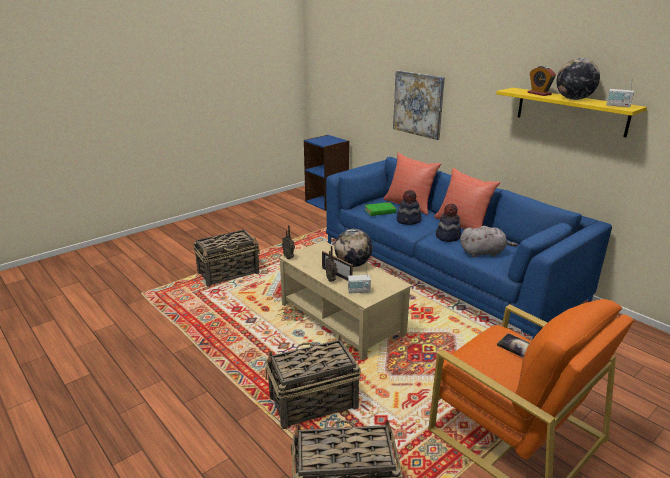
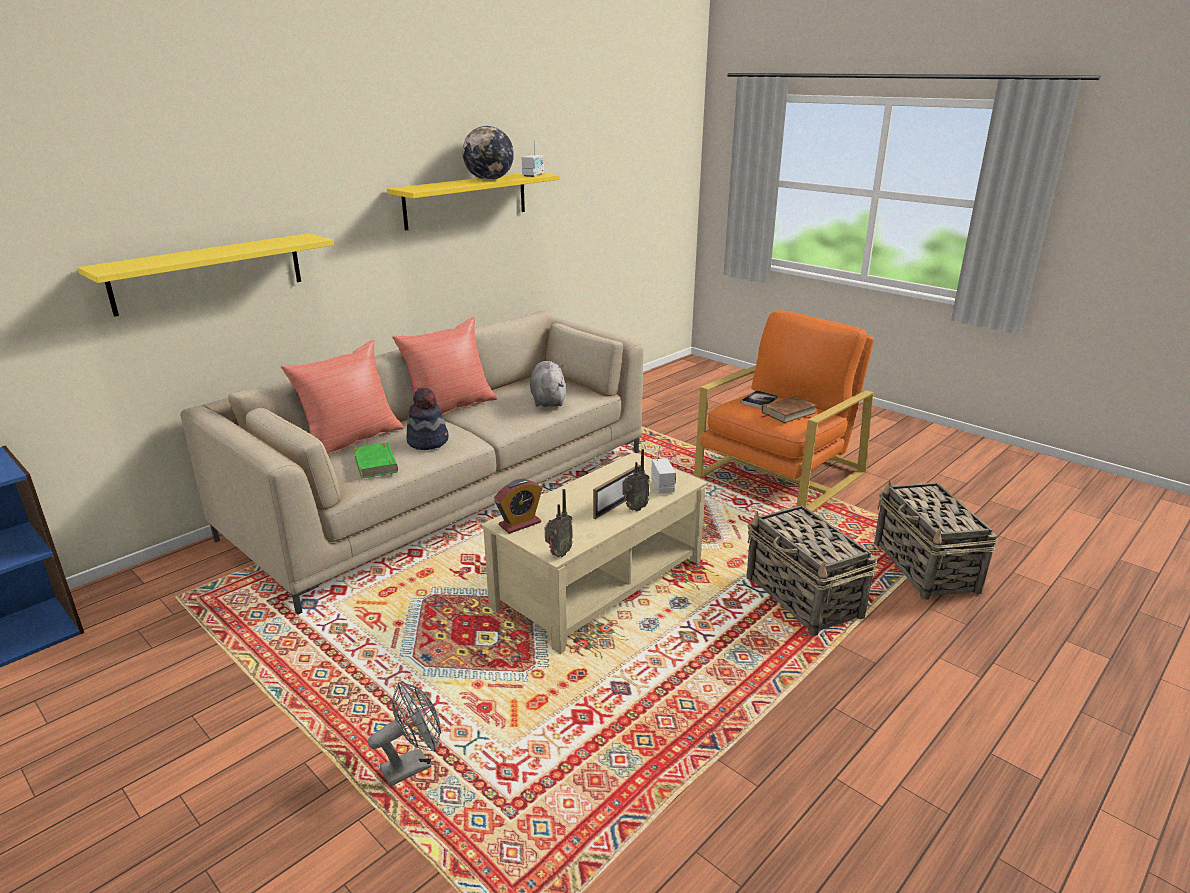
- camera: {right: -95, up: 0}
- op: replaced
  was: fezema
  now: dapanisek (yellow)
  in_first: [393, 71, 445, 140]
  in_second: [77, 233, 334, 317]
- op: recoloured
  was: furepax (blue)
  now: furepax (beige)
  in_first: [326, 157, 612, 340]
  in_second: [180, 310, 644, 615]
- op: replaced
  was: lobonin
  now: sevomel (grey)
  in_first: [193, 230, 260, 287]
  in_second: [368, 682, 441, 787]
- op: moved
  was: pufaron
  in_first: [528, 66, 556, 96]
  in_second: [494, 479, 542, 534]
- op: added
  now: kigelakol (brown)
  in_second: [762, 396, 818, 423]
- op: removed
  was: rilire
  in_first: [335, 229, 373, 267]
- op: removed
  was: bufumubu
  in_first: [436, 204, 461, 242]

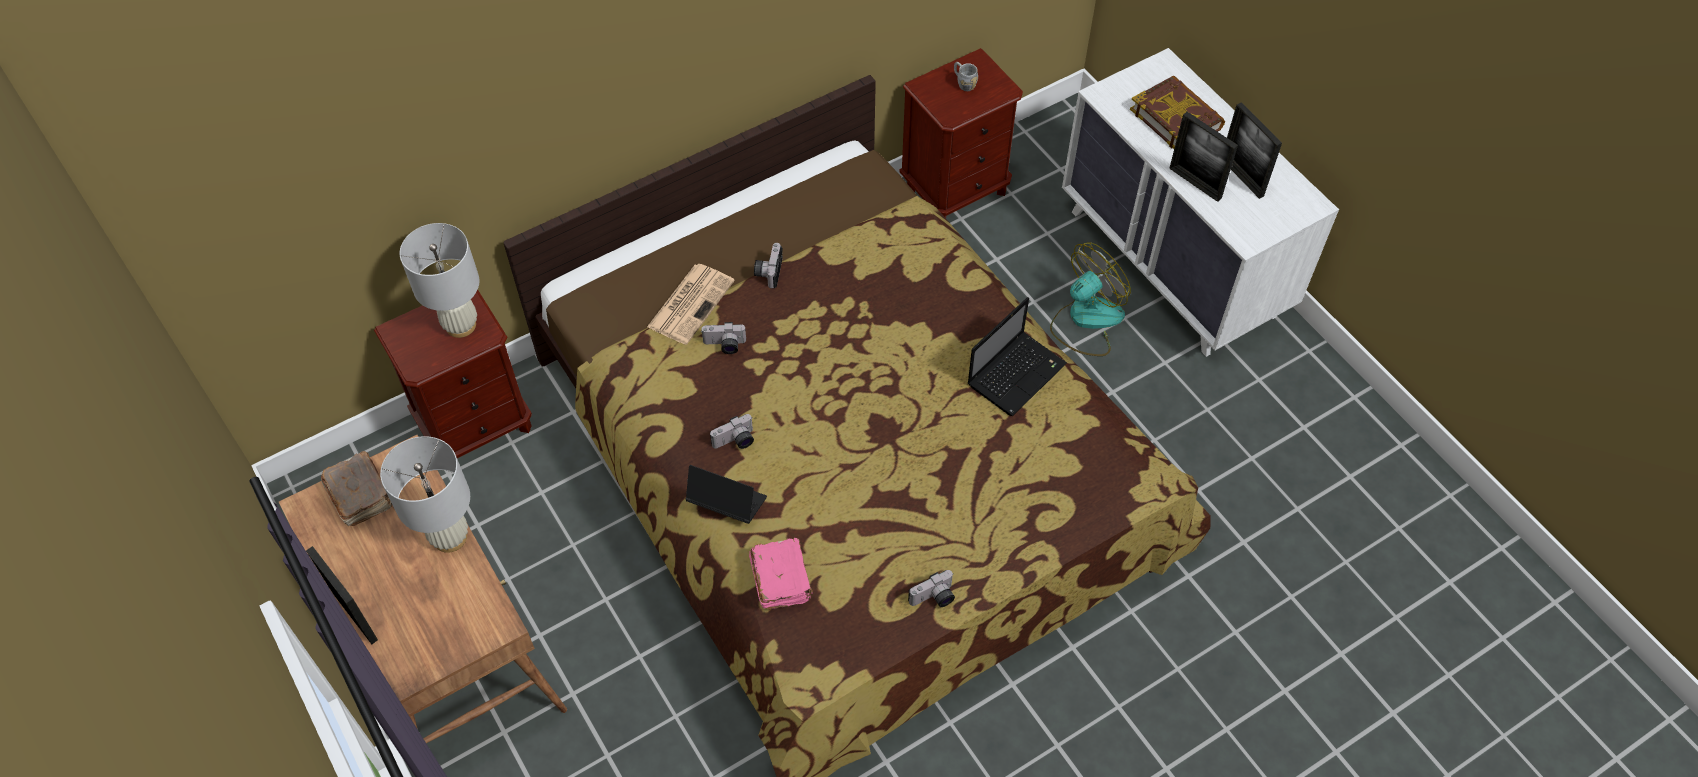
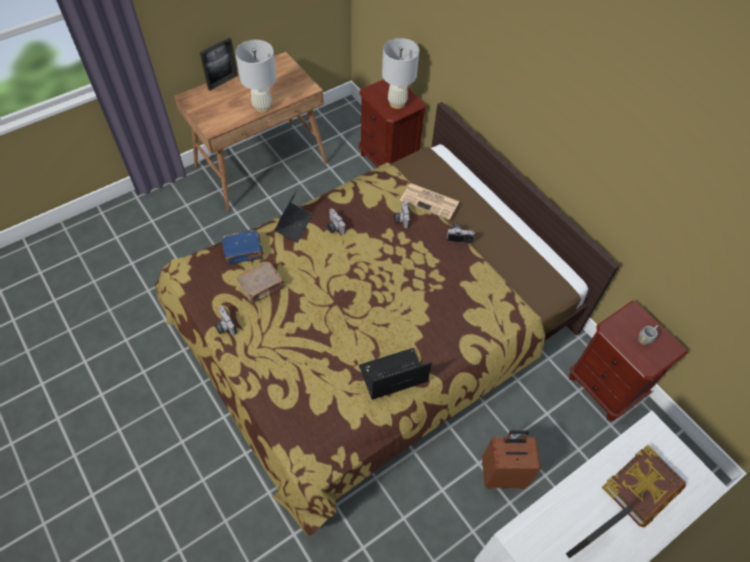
- camera: {right: 85, up: 0}
- op: recoloured
  was: kigelakol (pink)
  now: kigelakol (blue)
  in_first: [749, 538, 813, 609]
  in_second: [222, 230, 263, 264]
- op: moved
  was: kigelakol (brown)
  in_first: [321, 451, 392, 526]
  in_second: [237, 262, 285, 303]
- op: turned
  was: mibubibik
  in_first: [968, 297, 1067, 416]
  in_second: [359, 348, 432, 400]
  clockwise: 120
- op: replaced
  was: sevomel
  now: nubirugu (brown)
  in_first: [1050, 242, 1131, 356]
  in_second: [482, 430, 541, 489]
- op: removed
  was: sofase
  in_first: [1169, 112, 1238, 202]

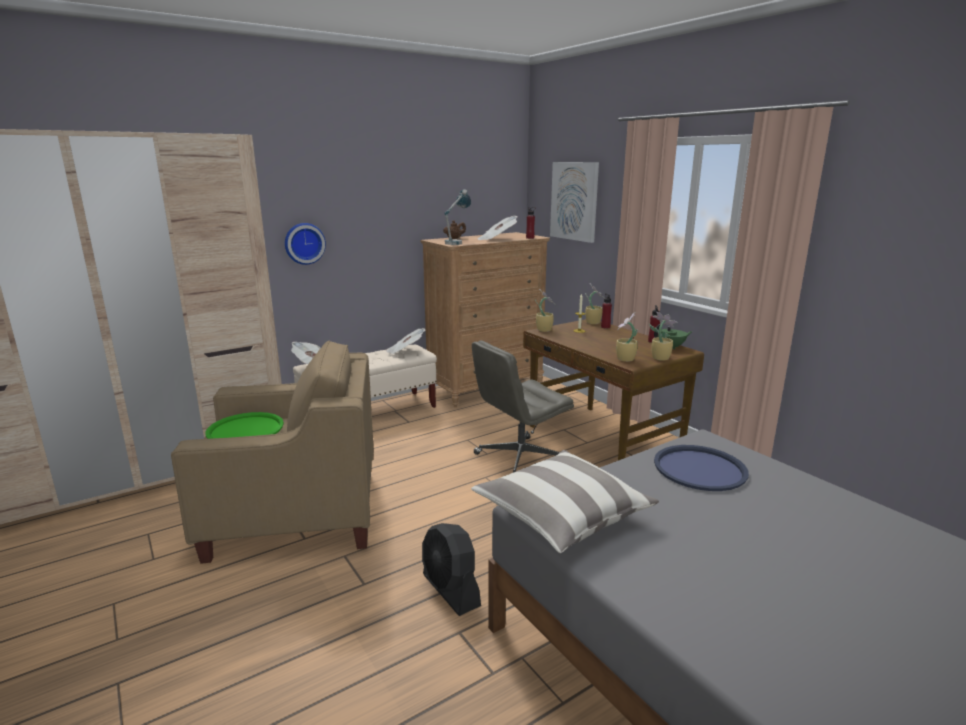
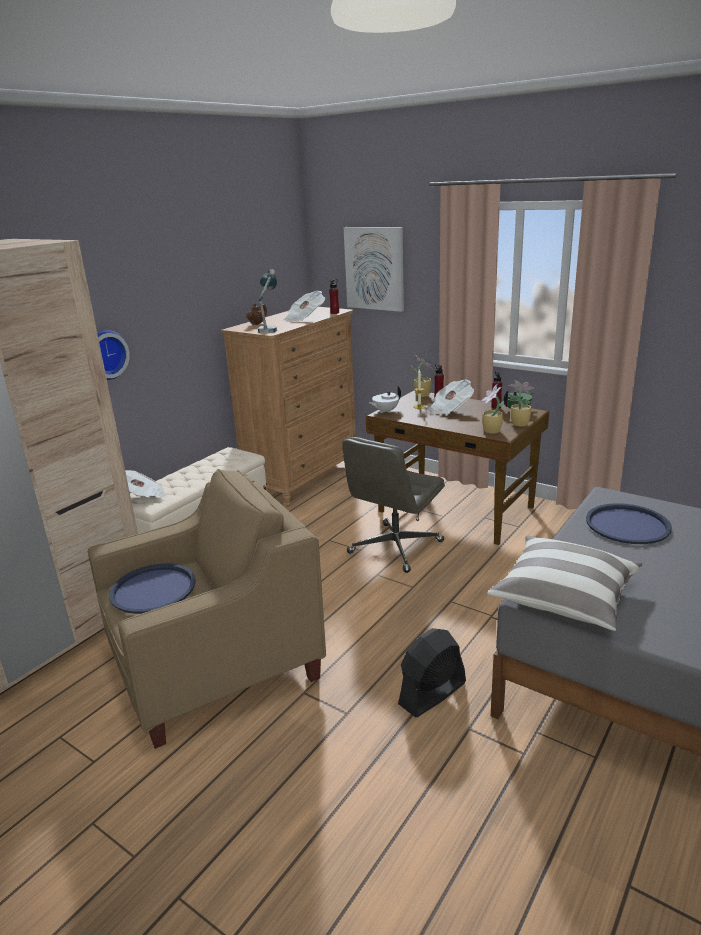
- camera: {right: -20, up: 5}
- op: recoloured
  was: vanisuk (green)
  now: vanisuk (blue)
  in_first: [205, 412, 284, 439]
  in_second: [109, 563, 196, 614]
- op: replaced
  was: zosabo
  now: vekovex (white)
  in_first: [535, 289, 555, 332]
  in_second: [368, 386, 401, 413]
- op: turned
  was: sevomel (black)
  in_first: [422, 523, 481, 616]
  in_second: [398, 628, 466, 717]
  clockwise: 105
- op: moved
  was: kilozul
  in_first: [386, 328, 426, 354]
  in_second: [426, 380, 474, 415]

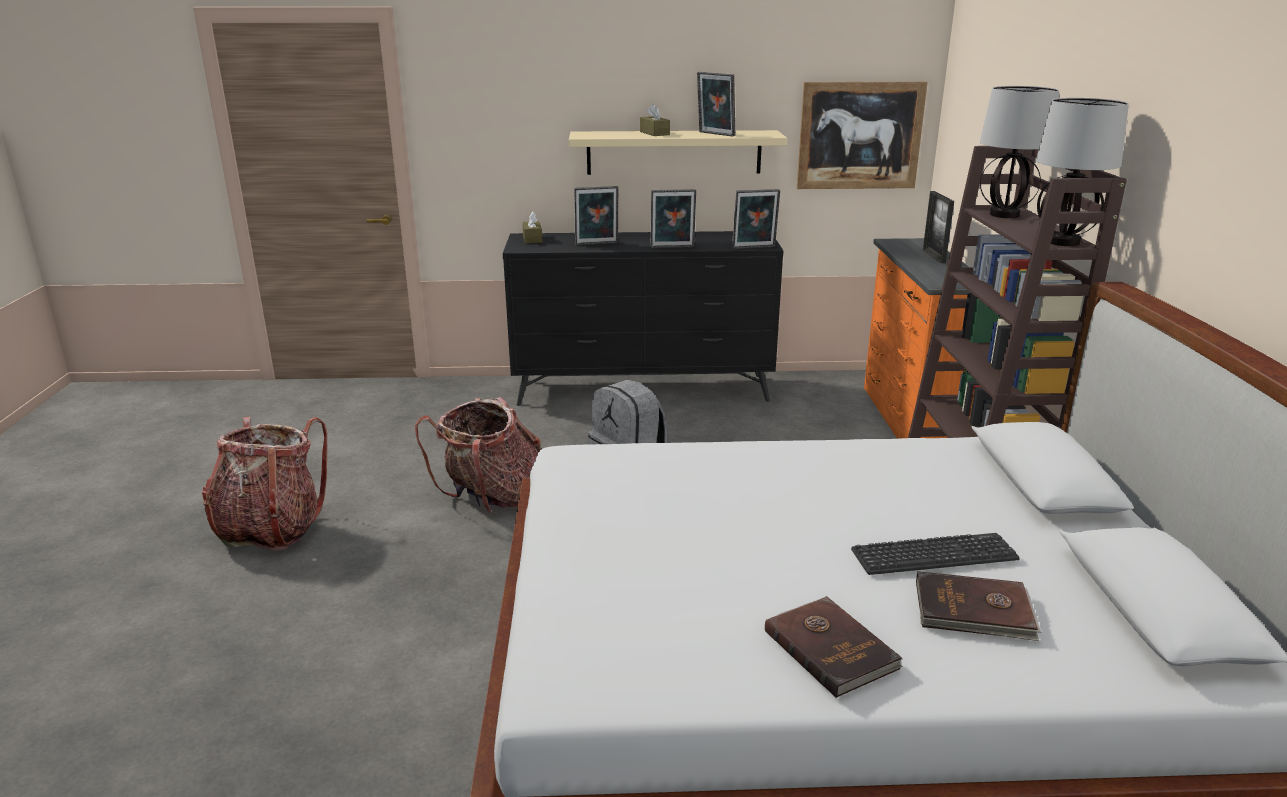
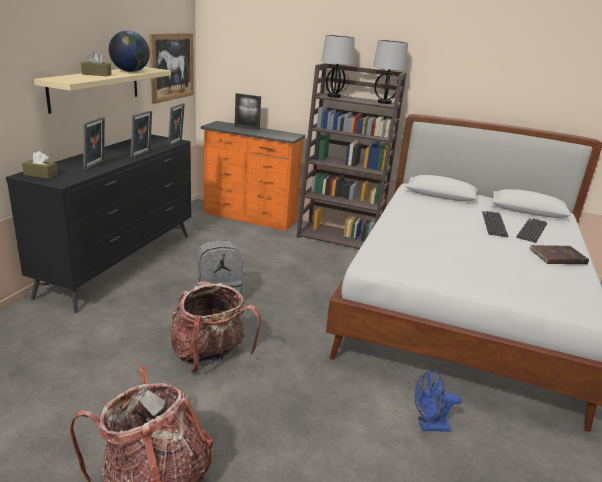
- camera: {right: -70, up: 0}
- op: replaced
  was: sofase
  now: rilire
  in_first: [697, 72, 735, 137]
  in_second: [109, 31, 150, 72]
- op: added
  now: sevomel (blue)
  in_second: [415, 369, 462, 432]
- op: replaced
  was: kigelakol (brown)
  now: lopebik
  in_first: [916, 571, 1042, 641]
  in_second: [516, 218, 547, 243]

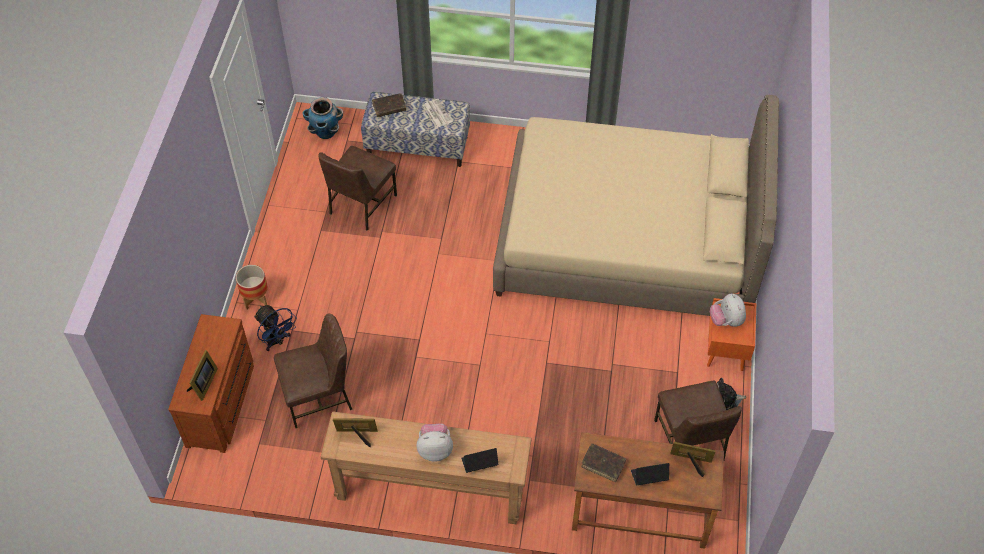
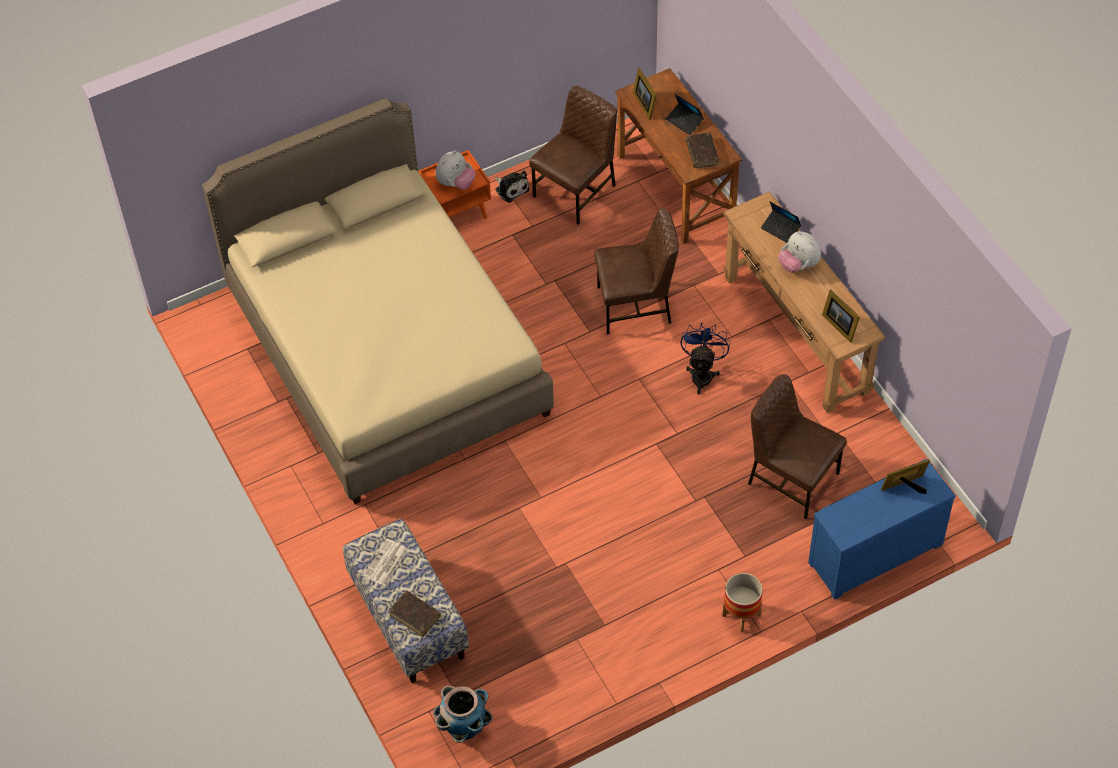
- camera: {right: -125, up: 0}
- op: moved
  was: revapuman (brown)
  in_first: [318, 146, 397, 231]
  in_second: [594, 208, 679, 335]
- op: moved
  was: sevomel (blue)
  in_first: [254, 305, 297, 351]
  in_second: [680, 322, 730, 395]
- op: recoloured
  was: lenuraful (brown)
  now: lenuraful (blue)
  in_first: [168, 314, 254, 453]
  in_second: [808, 459, 956, 599]

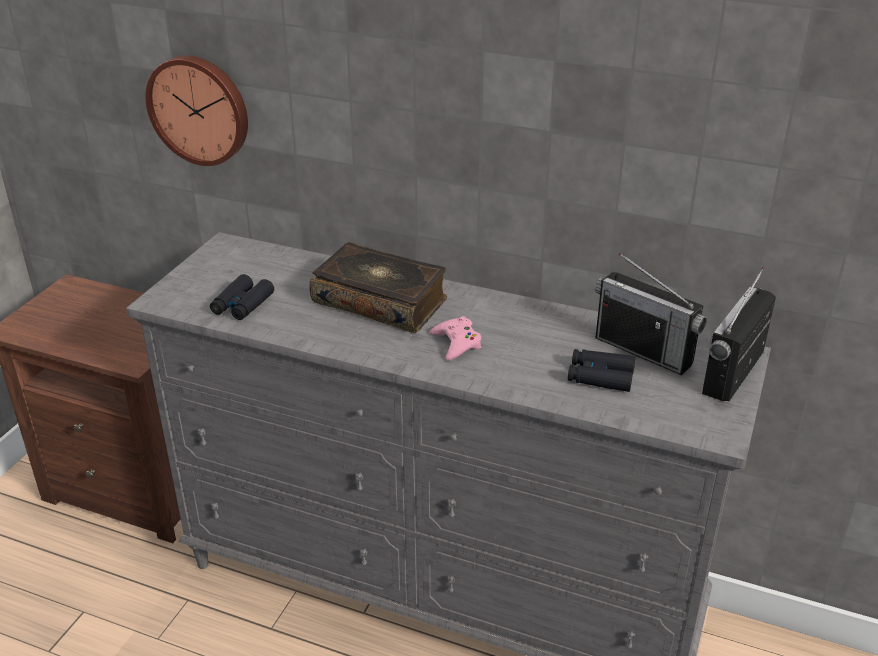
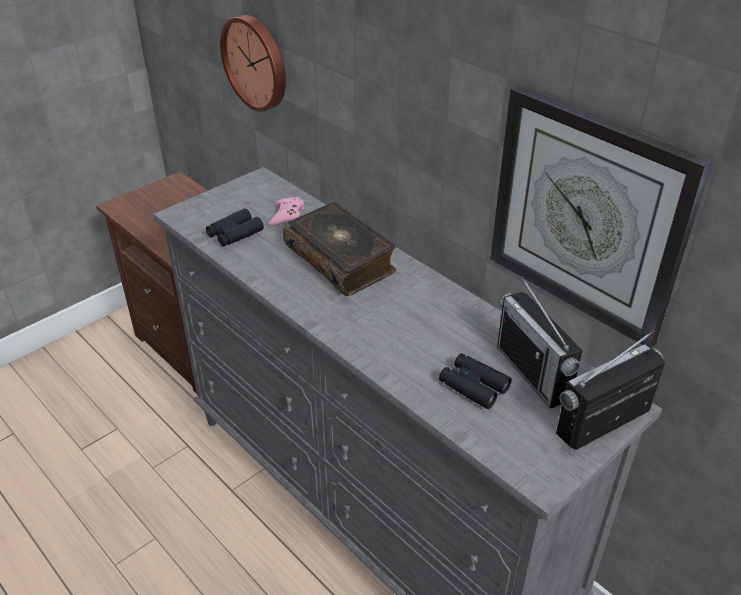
- camera: {right: 25, up: 5}
- op: moved
  was: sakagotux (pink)
  in_first: [430, 317, 481, 361]
  in_second: [268, 197, 304, 226]
- op: added
  now: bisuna
  in_second: [490, 85, 712, 348]

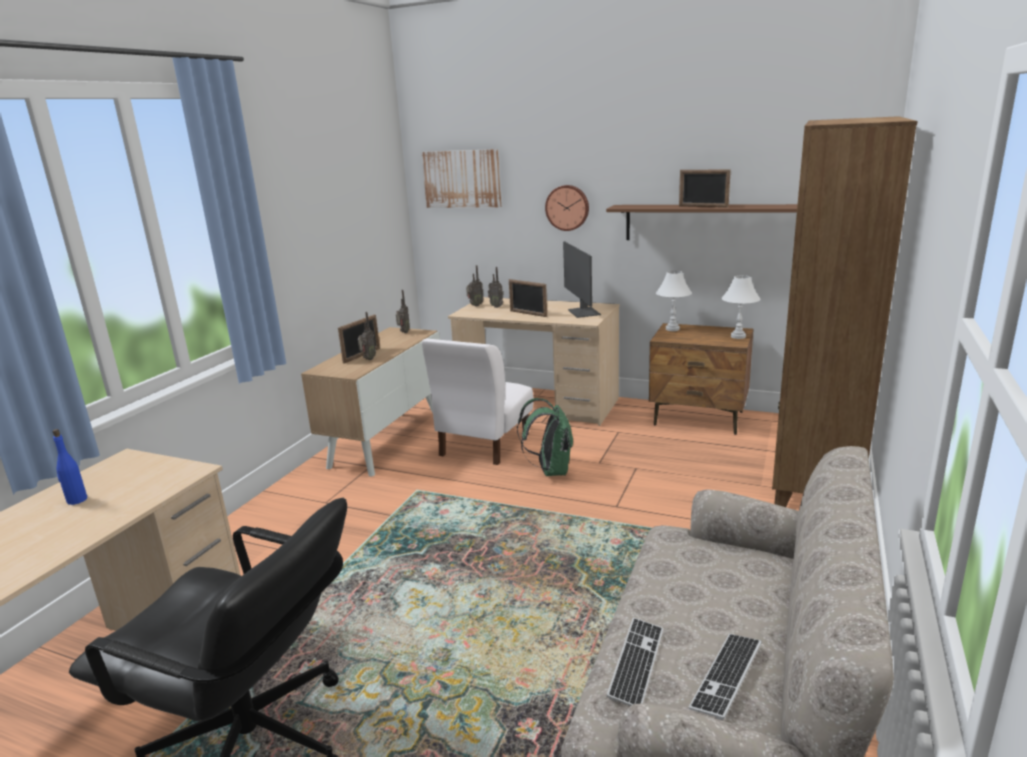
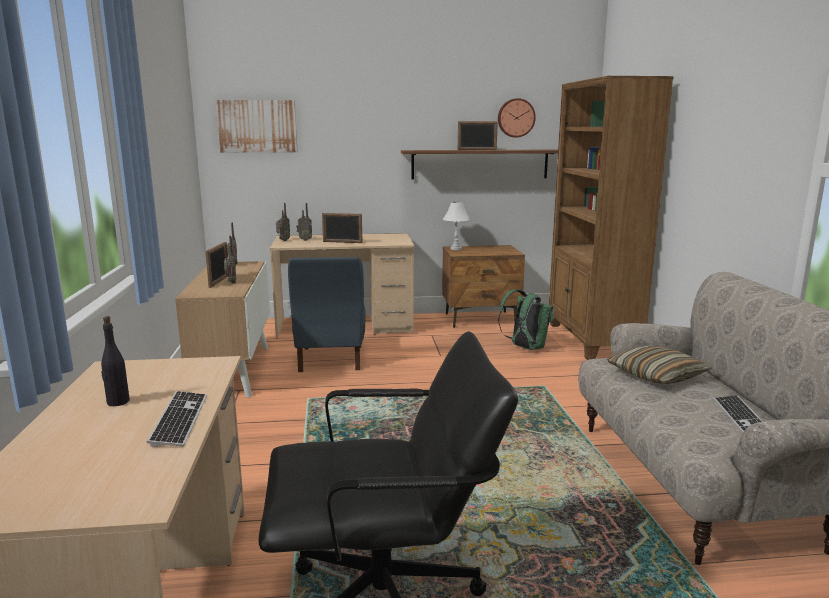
- camera: {right: -30, up: -5}
- op: recoloured
  was: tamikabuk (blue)
  now: tamikabuk (black)
  in_first: [53, 429, 87, 505]
  in_second: [101, 316, 130, 406]
- op: moved
  was: lopebik
  in_first: [606, 617, 664, 706]
  in_second: [147, 391, 207, 447]
- op: recoloured
  was: revapuman (white)
  now: revapuman (blue)
  in_first: [422, 339, 534, 465]
  in_second: [288, 257, 366, 372]
- op: moved
  was: bisuna
  in_first: [545, 185, 589, 231]
  in_second: [498, 98, 536, 138]
- op: moved
  was: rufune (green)
  in_first: [517, 398, 573, 476]
  in_second: [498, 289, 554, 350]
- op: added
  now: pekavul
  in_second: [607, 346, 712, 384]
- op: removed
  was: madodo
  in_first: [563, 241, 601, 318]
- op: removed
  was: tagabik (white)
  in_first: [721, 275, 761, 339]

